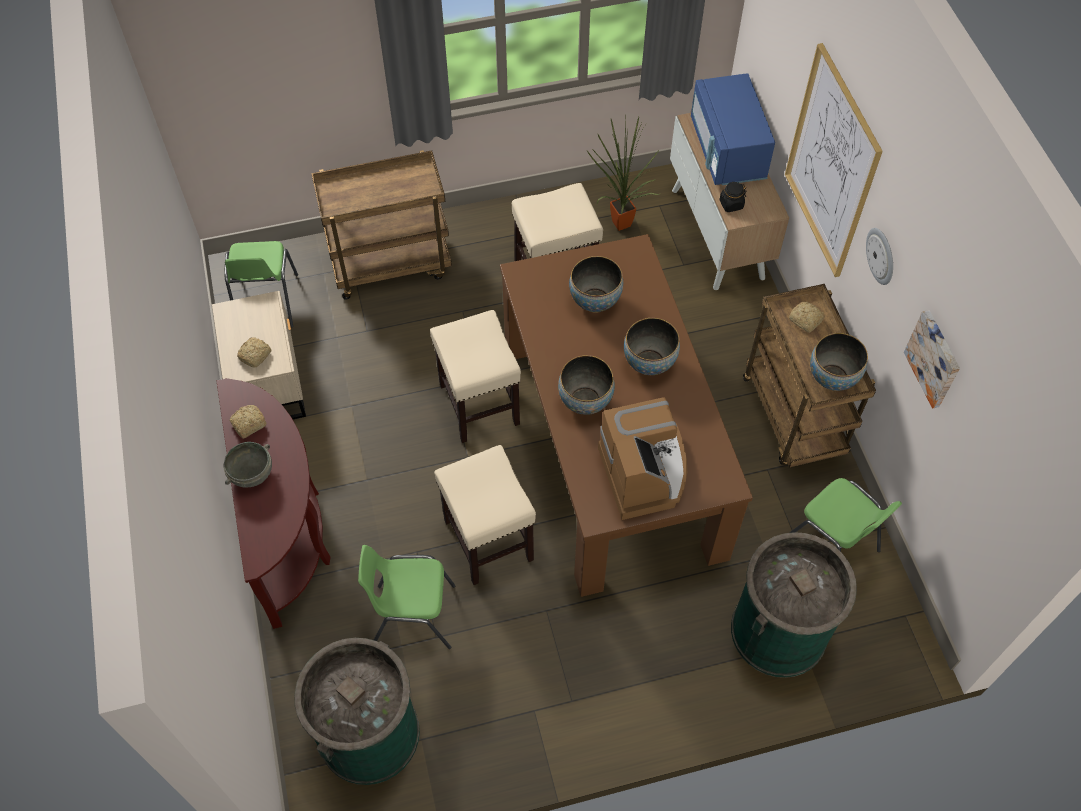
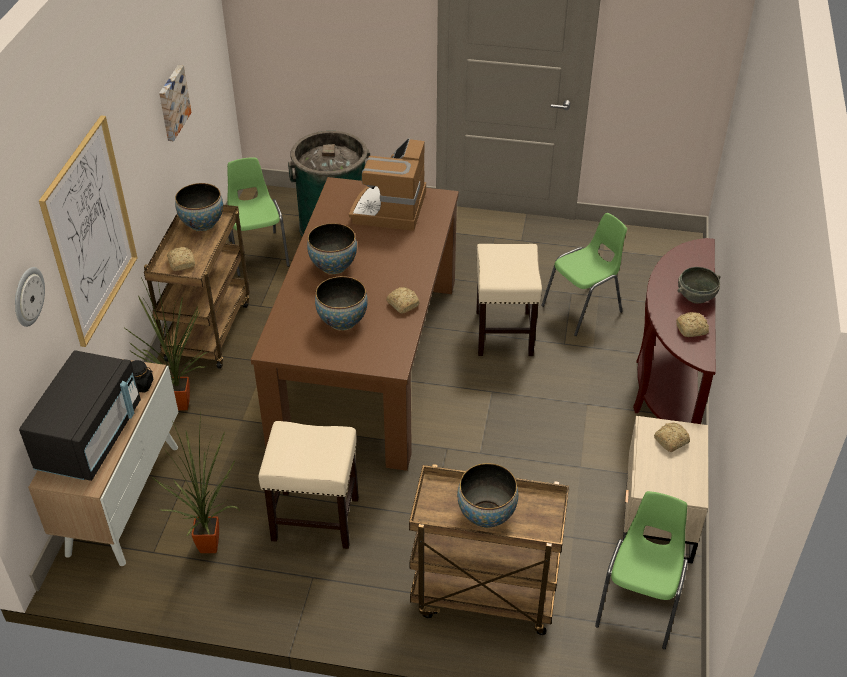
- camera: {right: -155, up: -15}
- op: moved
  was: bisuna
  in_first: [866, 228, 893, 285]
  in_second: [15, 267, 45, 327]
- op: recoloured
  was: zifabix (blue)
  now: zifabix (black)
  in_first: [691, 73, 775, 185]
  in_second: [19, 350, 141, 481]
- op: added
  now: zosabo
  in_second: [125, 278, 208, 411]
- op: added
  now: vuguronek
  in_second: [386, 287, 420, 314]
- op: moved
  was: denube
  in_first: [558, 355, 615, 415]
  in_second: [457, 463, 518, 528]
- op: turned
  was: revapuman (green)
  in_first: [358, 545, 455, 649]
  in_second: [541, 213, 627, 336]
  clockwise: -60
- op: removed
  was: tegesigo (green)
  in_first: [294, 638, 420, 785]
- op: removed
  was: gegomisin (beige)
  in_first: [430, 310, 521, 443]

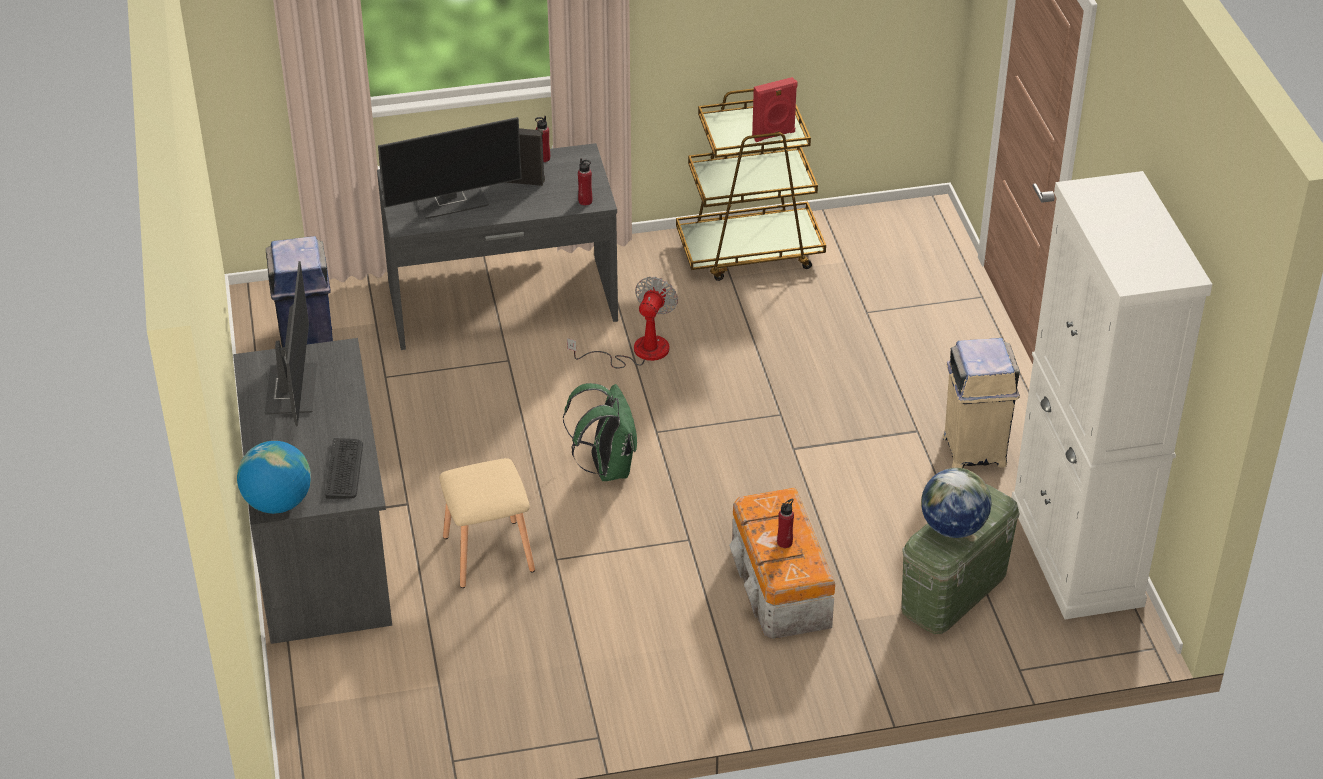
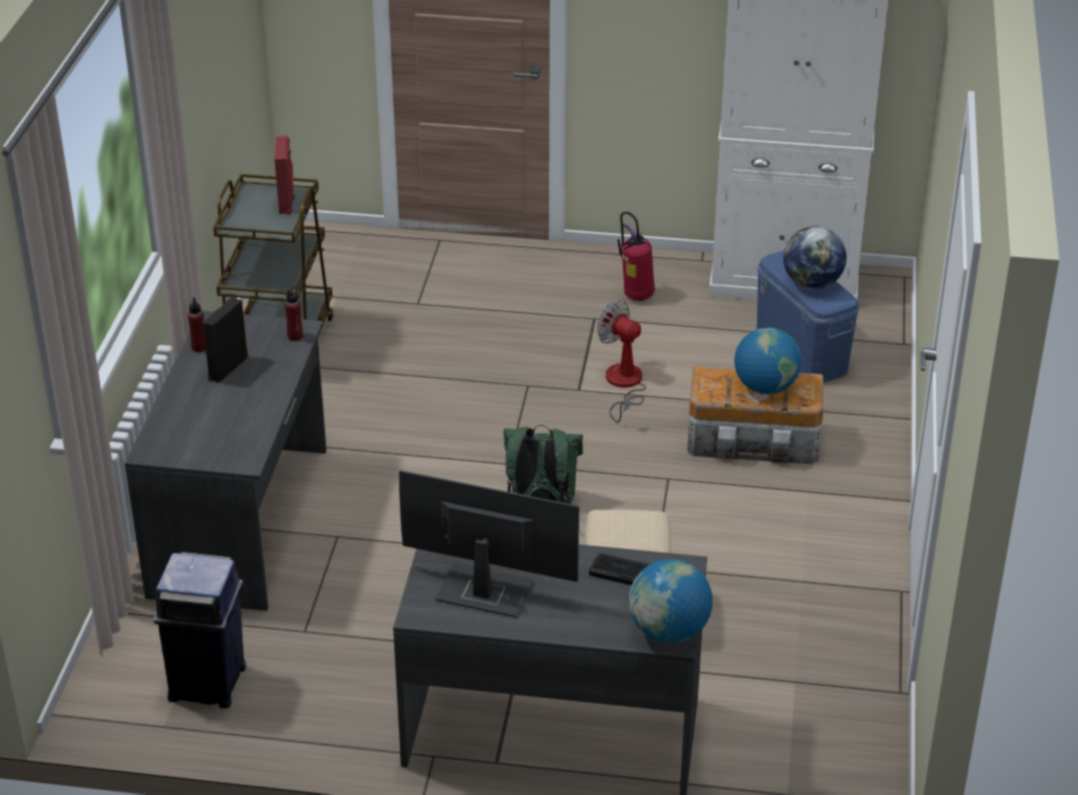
- camera: {right: -70, up: -5}
- op: moved
  was: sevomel
  in_first: [567, 277, 678, 368]
  in_second: [597, 300, 646, 423]
- op: replaced
  was: tegesigo (beige)
  now: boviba
  in_first: [943, 338, 1020, 468]
  in_second: [617, 212, 655, 301]
- op: replaced
  was: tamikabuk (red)
  now: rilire
  in_first: [777, 499, 794, 548]
  in_second: [734, 328, 801, 394]
- op: recoloured
  was: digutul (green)
  now: digutul (blue)
  in_first: [901, 484, 1019, 634]
  in_second: [757, 250, 859, 383]
- op: removed
  was: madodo
  in_first: [378, 117, 522, 219]

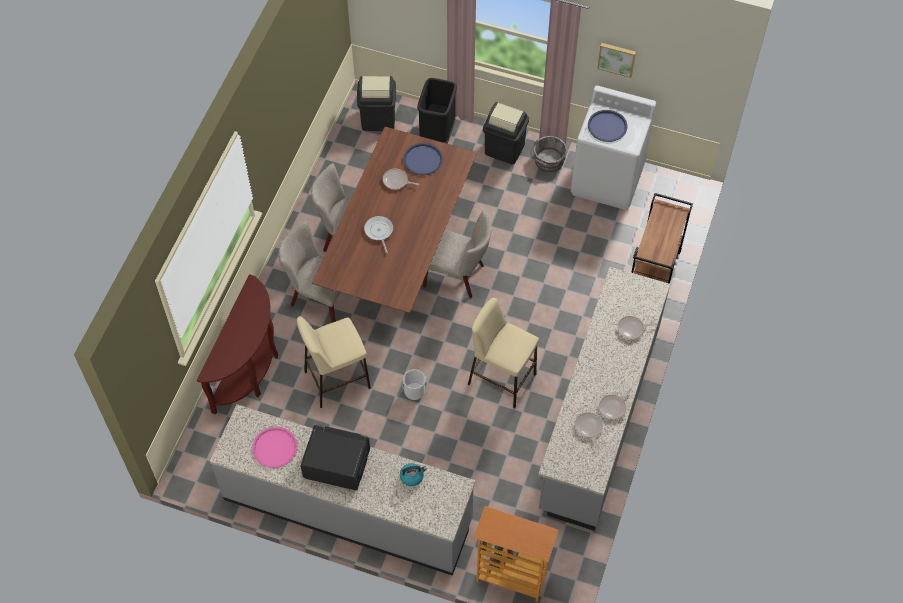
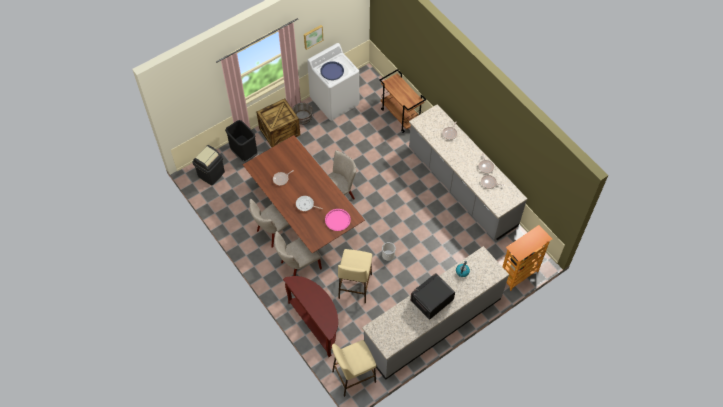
- camera: {right: -55, up: 0}
- op: replaced
  was: tegesigo (black)
  now: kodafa
  in_first: [483, 102, 529, 164]
  in_second: [257, 98, 300, 147]
- op: moved
  was: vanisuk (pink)
  in_first: [252, 427, 297, 468]
  in_second: [325, 209, 351, 231]
- op: moved
  was: gegomisin (beige)
  in_first: [468, 298, 539, 409]
  in_second: [332, 340, 376, 397]
- op: removed
  was: vanisuk (blue)
  in_first: [403, 143, 443, 175]

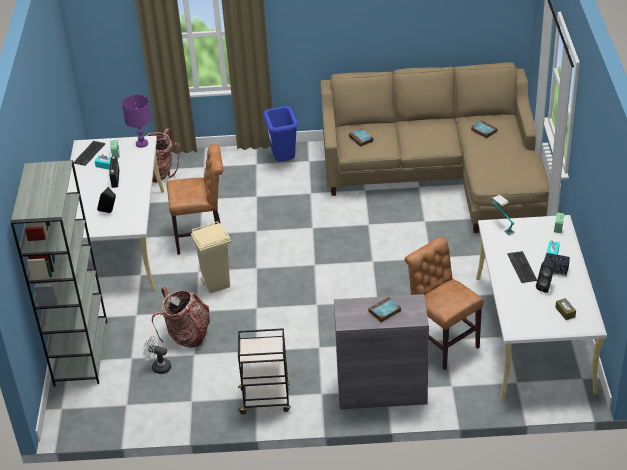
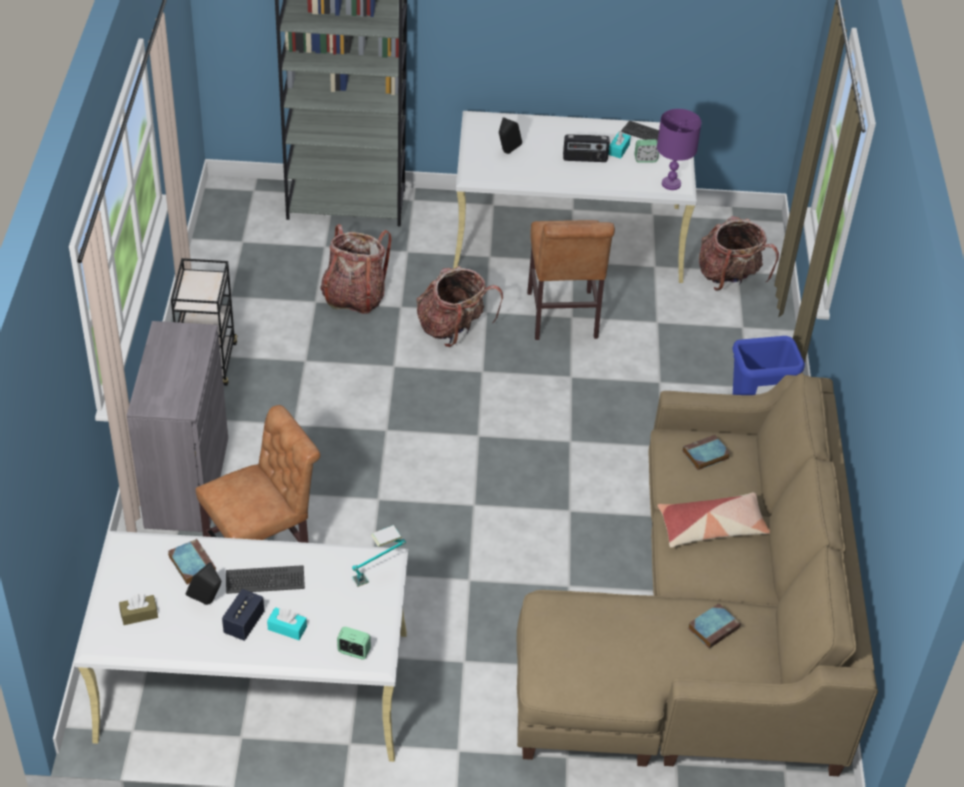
- camera: {right: 90, up: 5}
- op: moved
  was: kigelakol
  in_first: [369, 297, 401, 323]
  in_second: [168, 539, 216, 585]
- op: replaced
  was: tegesigo (beige)
  now: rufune
  in_first: [191, 221, 231, 294]
  in_second: [417, 266, 503, 347]
- op: added
  now: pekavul
  in_second: [657, 492, 770, 548]
- op: removed
  was: sevomel (white)
  in_first: [143, 336, 171, 374]

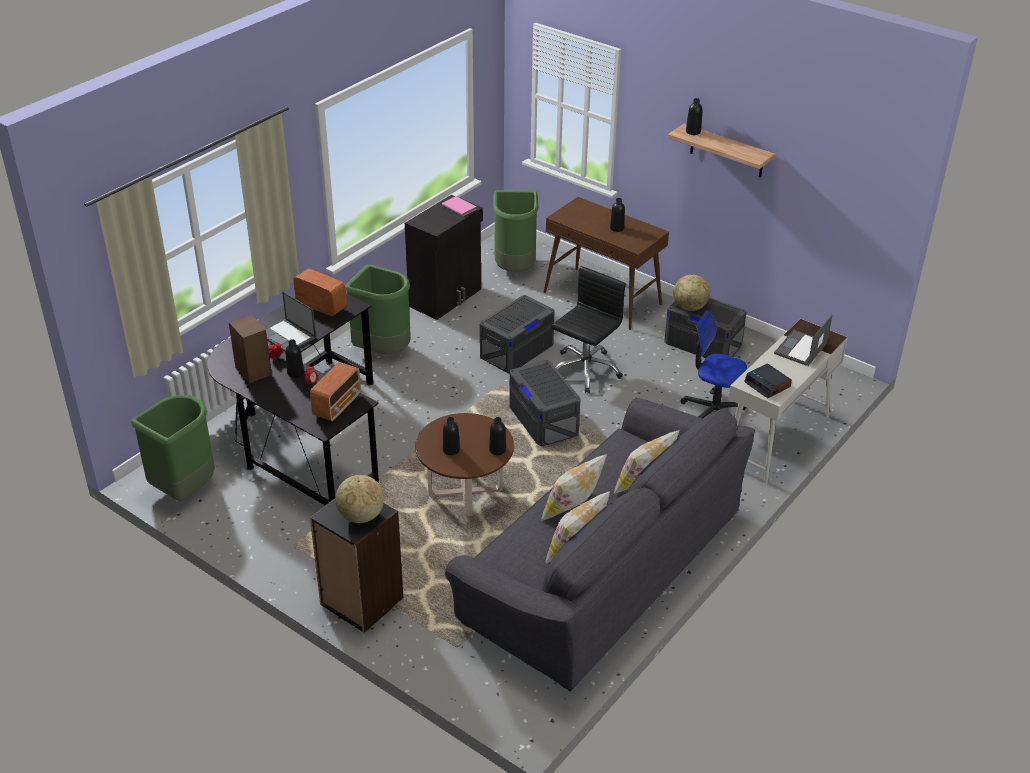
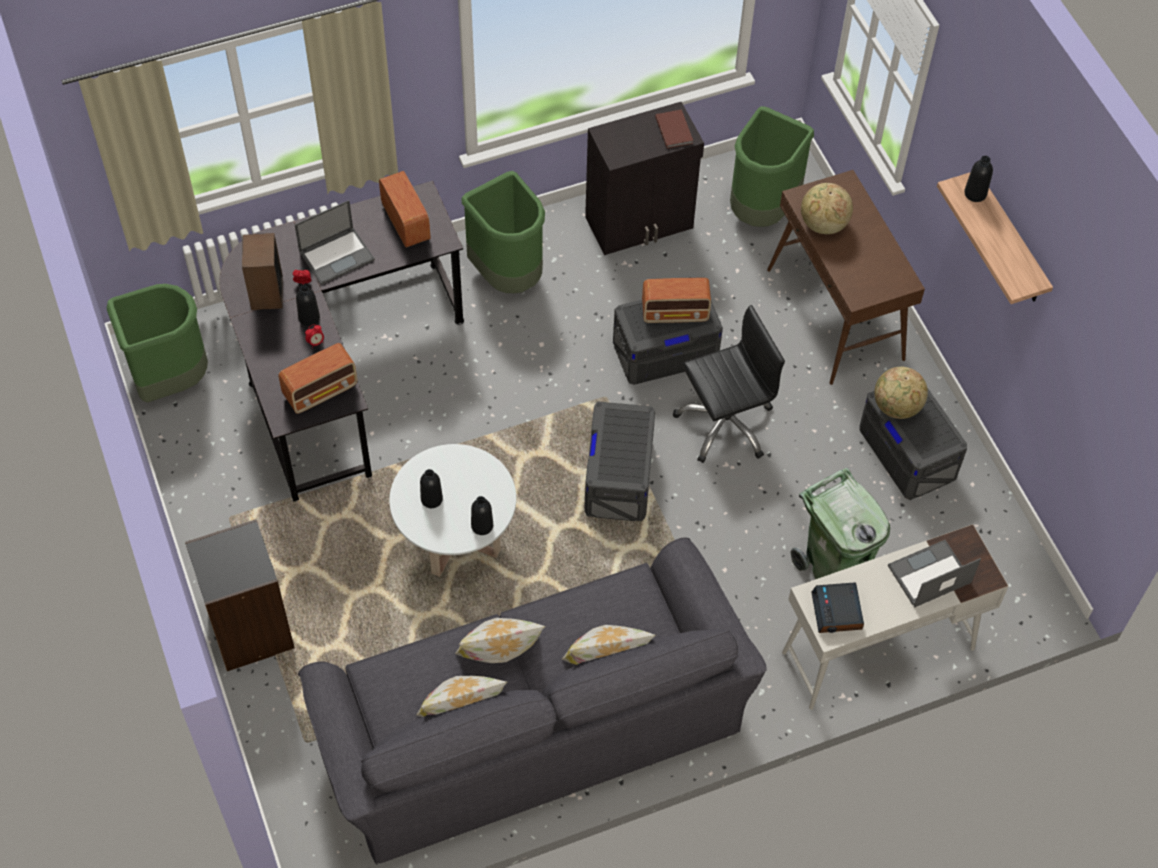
- camera: {right: 30, up: 20}
- op: turned
  was: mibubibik
  in_first: [266, 292, 316, 352]
  in_second: [294, 200, 375, 285]
  clockwise: -105
- op: recoloured
  was: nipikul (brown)
  now: nipikul (white)
  in_first: [415, 413, 514, 516]
  in_second: [389, 444, 516, 577]
- op: added
  now: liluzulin
  in_second: [642, 278, 711, 323]
- op: recoloured
  was: kigelakol (pink)
  now: kigelakol (brown)
  in_first: [442, 196, 476, 216]
  in_second: [655, 109, 693, 149]
- op: replaced
  was: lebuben
  now: tegesigo (green)
  in_first: [680, 310, 747, 418]
  in_second: [790, 468, 890, 579]
- op: moved
  was: rilire
  in_first: [335, 475, 384, 523]
  in_second: [801, 183, 853, 234]
- op: removed
  was: tamikabuk (black)
  in_first: [610, 198, 625, 232]

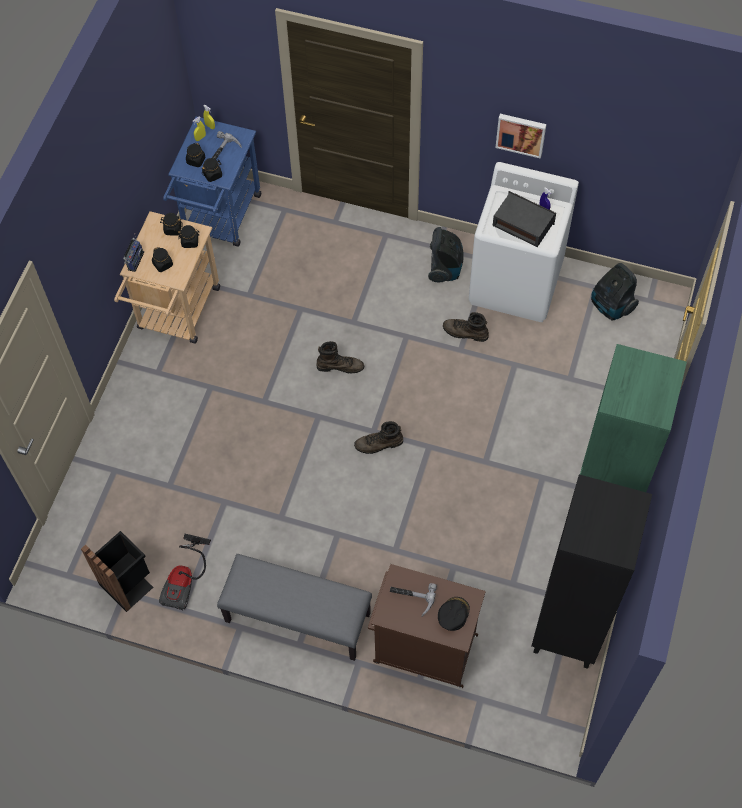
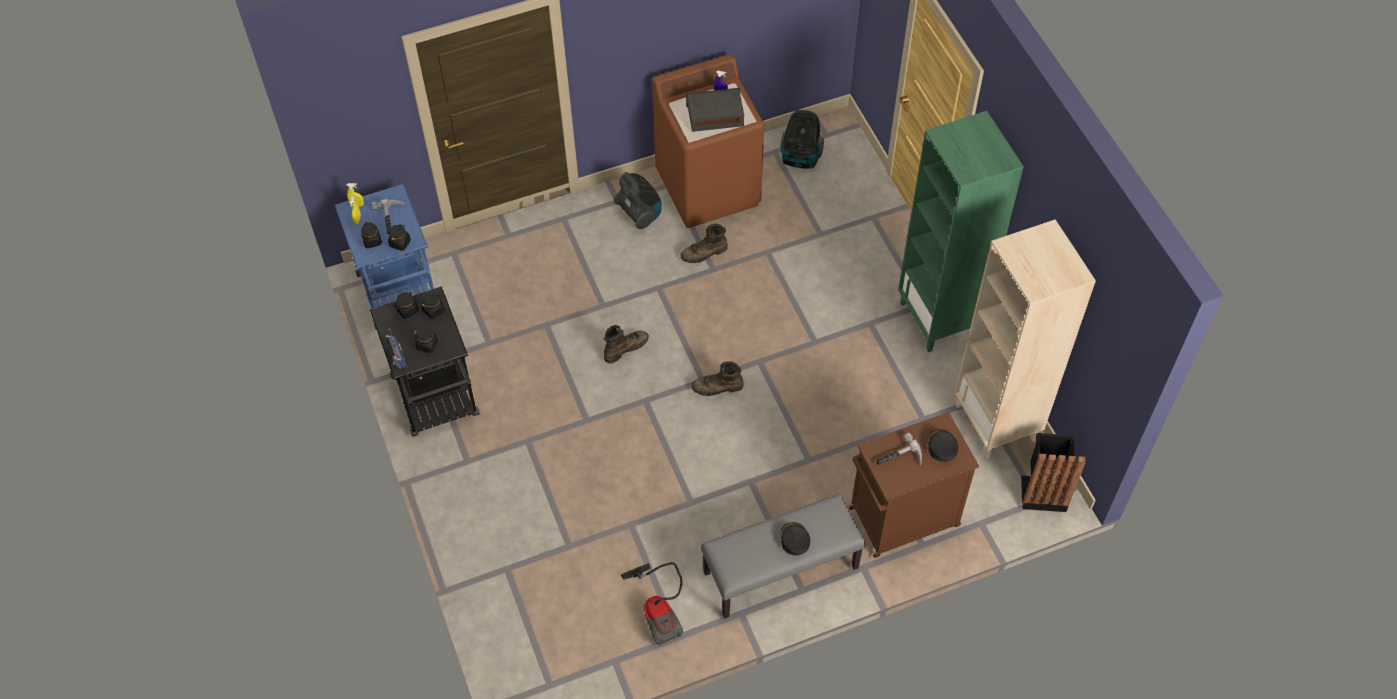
- camera: {right: -40, up: -5}
- op: recoloured
  was: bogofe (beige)
  now: bogofe (black)
  in_first: [114, 211, 220, 344]
  in_second: [370, 286, 480, 437]
- op: recoloured
  was: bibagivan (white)
  now: bibagivan (brown)
  in_first: [469, 162, 579, 322]
  in_second: [652, 54, 764, 228]
- op: turned
  was: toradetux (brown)
  in_first: [354, 421, 403, 454]
  in_second: [691, 361, 743, 396]
  clockwise: 45
- op: added
  now: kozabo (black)
  in_second: [780, 522, 810, 555]
- op: recoloured
  was: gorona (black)
  now: gorona (beige)
  in_first: [532, 474, 652, 669]
  in_second: [955, 219, 1096, 459]
- op: moved
  was: tegesigo (black)
  in_first: [81, 531, 153, 612]
  in_second: [1021, 433, 1086, 512]
- op: removed
  was: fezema
  in_first: [495, 114, 546, 159]

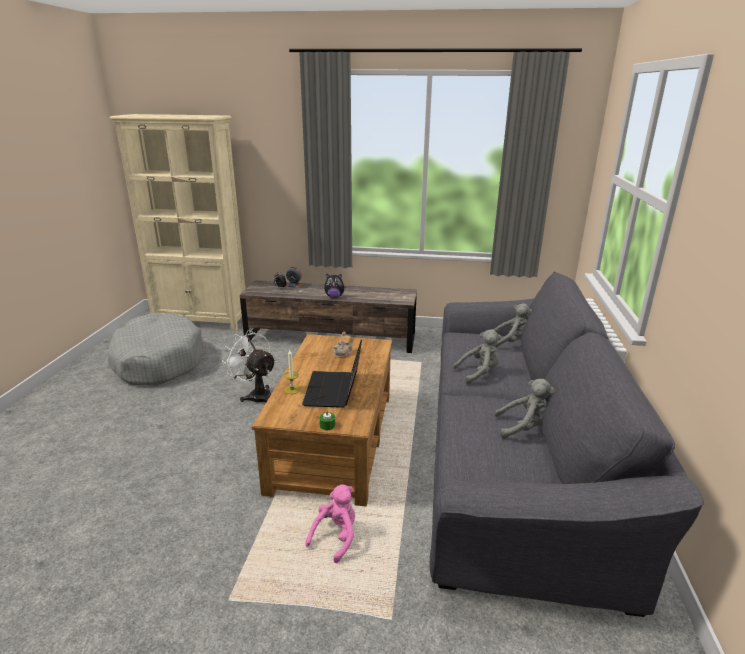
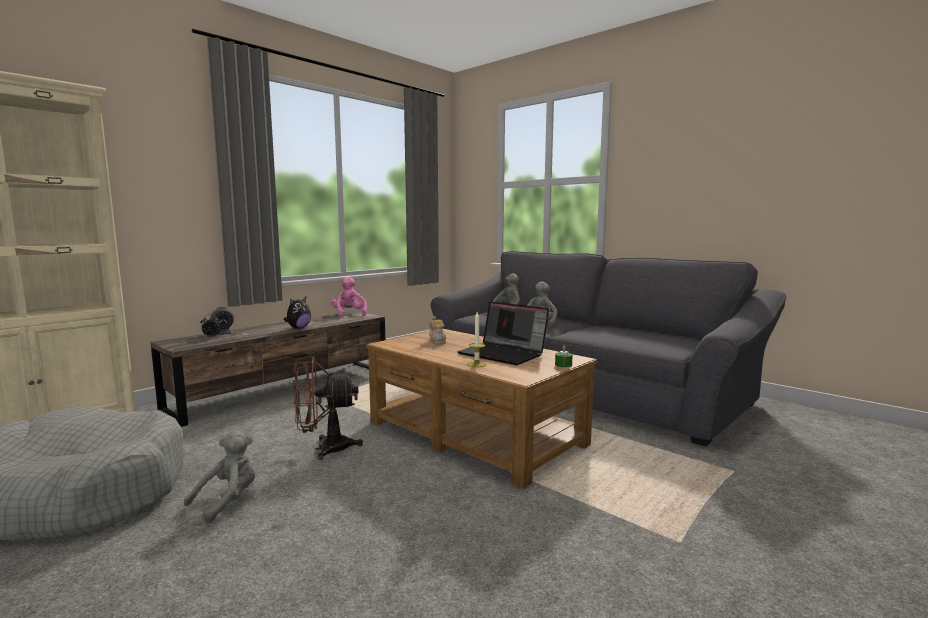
- camera: {right: -55, up: -15}
- op: moved
  was: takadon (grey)
  in_first: [495, 379, 555, 439]
  in_second: [184, 431, 255, 523]
- op: recoloured
  was: sevomel (white)
  now: sevomel (brown)
  in_first: [222, 330, 276, 402]
  in_second: [293, 357, 363, 460]
- op: moved
  was: takadon (pink)
  in_first: [306, 484, 355, 563]
  in_second: [331, 277, 367, 317]

